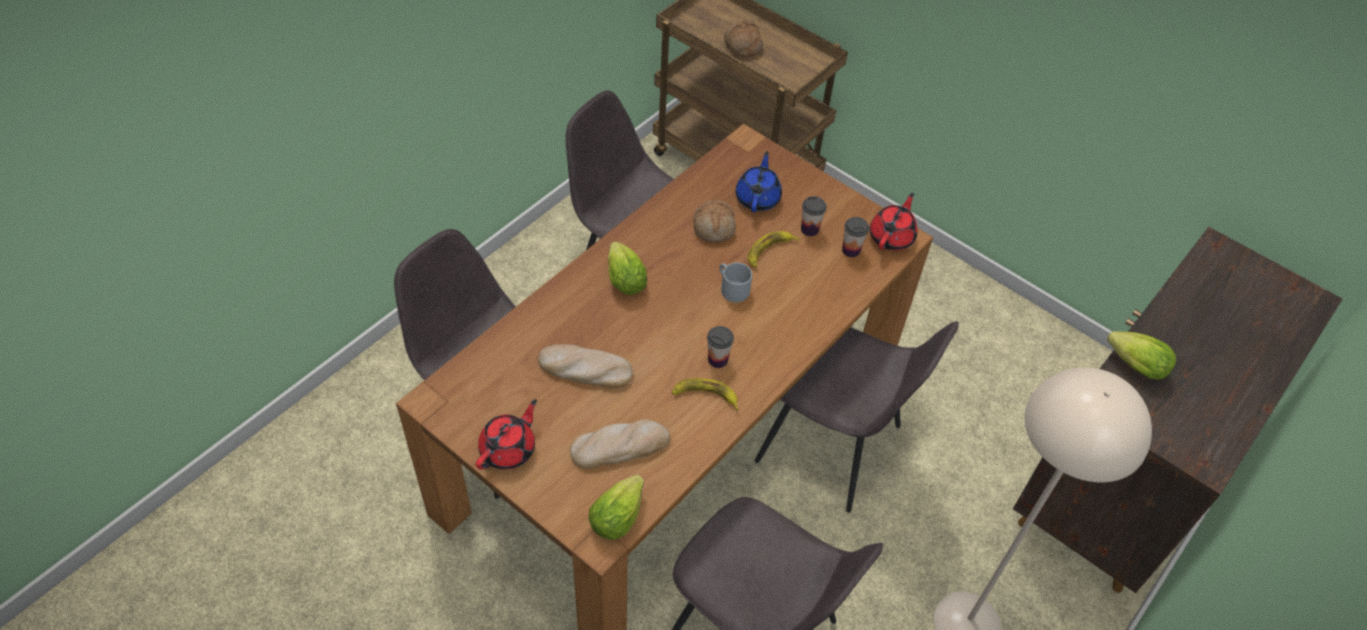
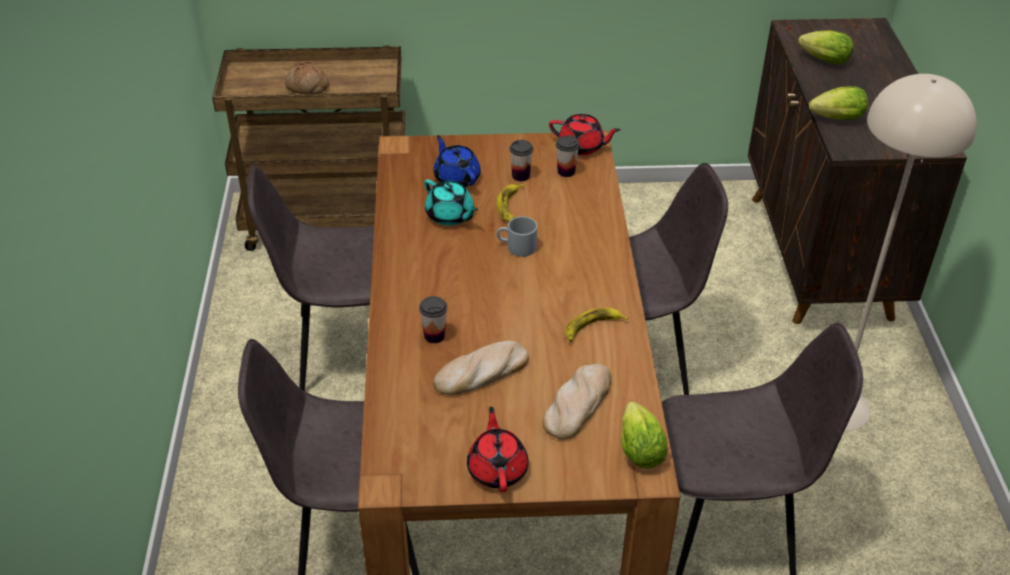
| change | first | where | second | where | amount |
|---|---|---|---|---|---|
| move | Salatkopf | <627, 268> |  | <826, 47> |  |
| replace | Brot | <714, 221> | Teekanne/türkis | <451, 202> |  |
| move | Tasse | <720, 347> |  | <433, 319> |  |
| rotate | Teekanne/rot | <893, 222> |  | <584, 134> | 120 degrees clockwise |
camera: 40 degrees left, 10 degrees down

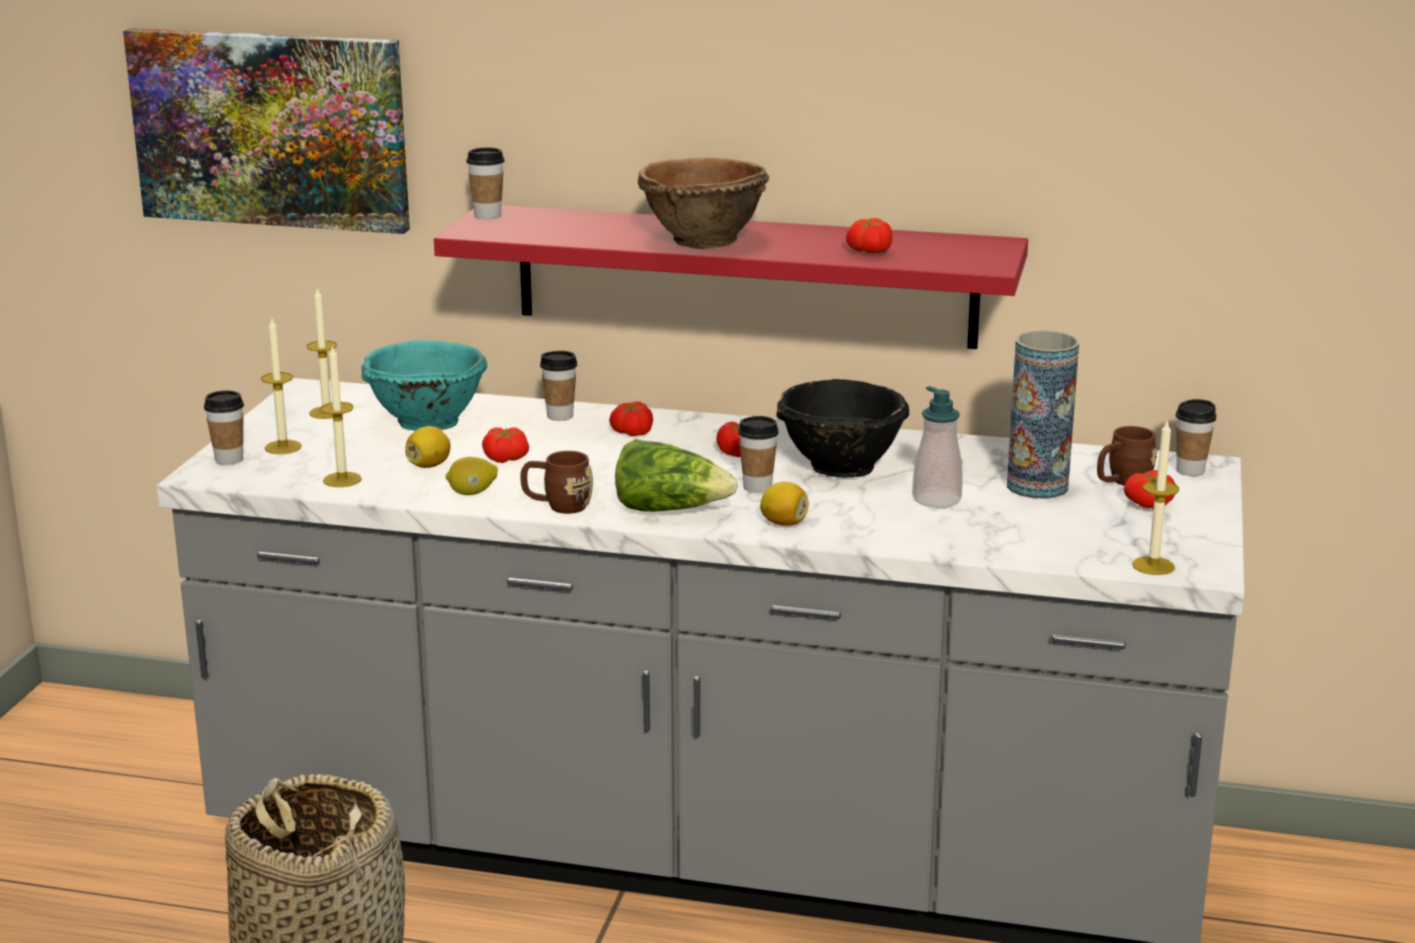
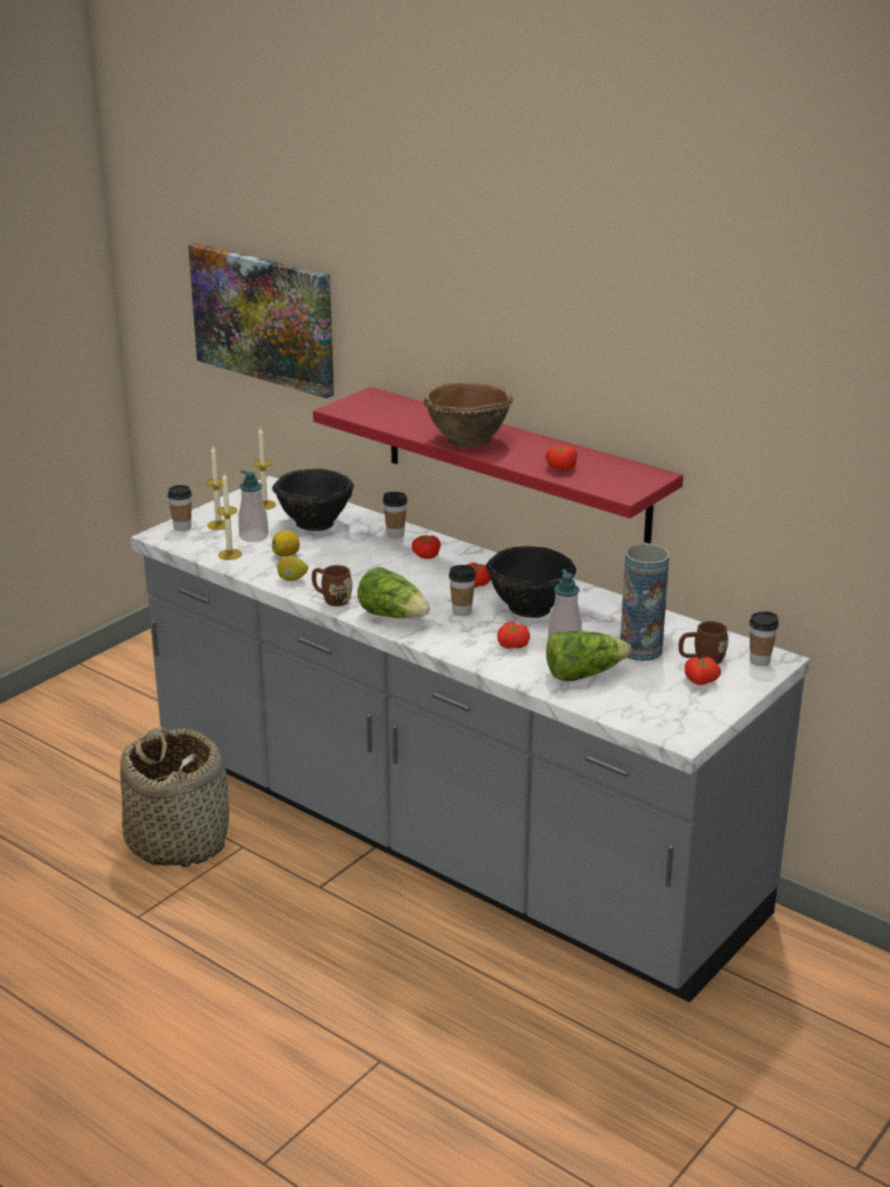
| change | first | where | second | where | amount |
|---|---|---|---|---|---|
| recolor | Schüssel/türkis | <424, 385> | Schüssel/schwarz | <313, 500> |  |
| delete | Tasse | <485, 183> |  |  |  |
| move | Tomate | <505, 445> |  | <513, 635> |  |
| delete | Zitrone | <784, 504> |  |  |  |
| delete | Kerze | <1155, 497> |  |  |  |
| insert |  |  | Seifenspender | <253, 506> |  |
| insert |  |  | Salatkopf | <588, 656> |  |
camera: 25 degrees right, 5 degrees up

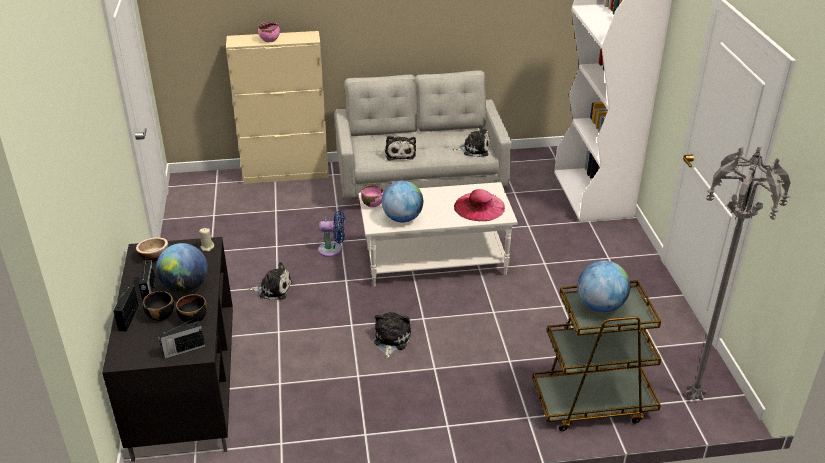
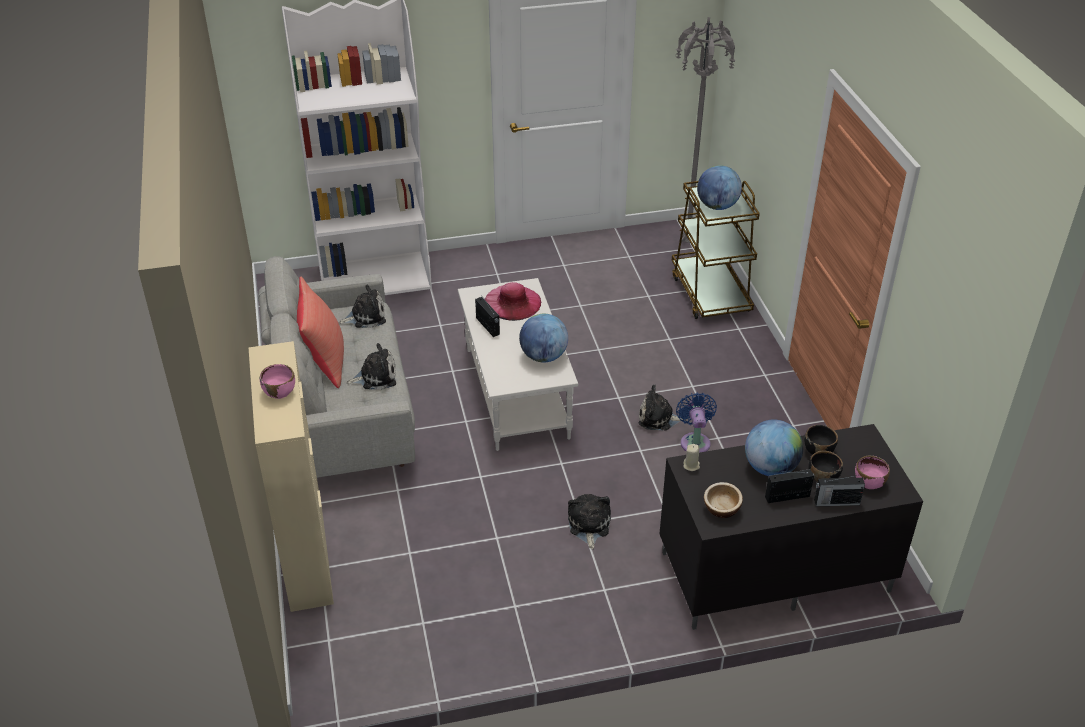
| change | first | where | second | where | amount |
|---|---|---|---|---|---|
| move | Radio | <181, 339> |  | <487, 316> |  |
| move | Ventilator/blau | <331, 234> |  | <696, 422> |  |
| move | Schüssel/rosa | <372, 196> |  | <872, 472> |  |
| rotate | Plüschtier | <471, 141> |  | <362, 306> | 75 degrees clockwise |
| insert |  |  | Kissen/rot | <320, 332> |  |
camera: 95 degrees left, 5 degrees up

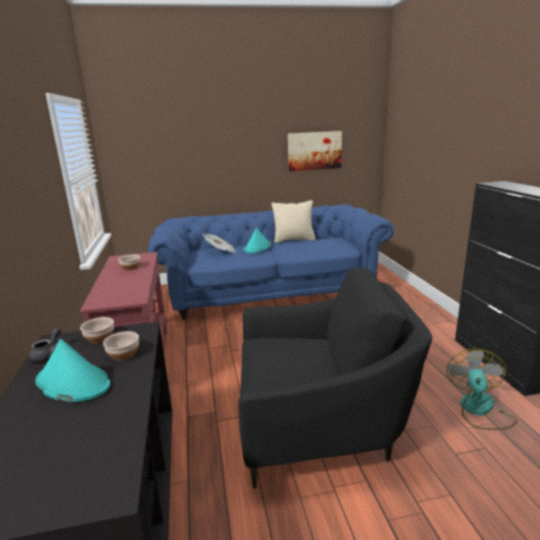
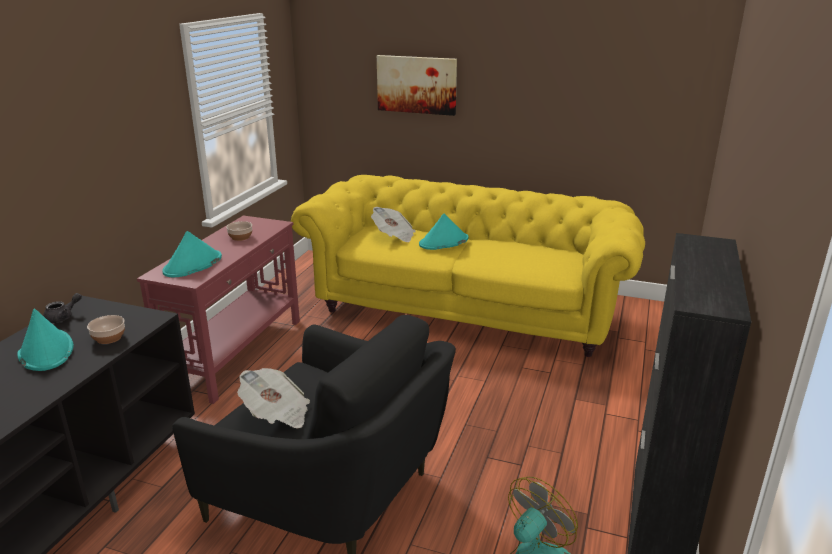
| change | first | where | second | where | amount |
|---|---|---|---|---|---|
| delete | Schüssel | <97, 330> |  |  |  |
| recolor | Sofa/blau | <271, 262> | Sofa/gelb | <468, 266> |  |
| delete | Kissen/beige | <293, 221> |  |  |  |
| move | Bild | <315, 151> |  | <417, 85> |  |
| insert |  |  | Hut/türkis | <192, 254> |  |
| insert |  |  | Zeitung | <273, 398> |  |
camera: 30 degrees right, 5 degrees up

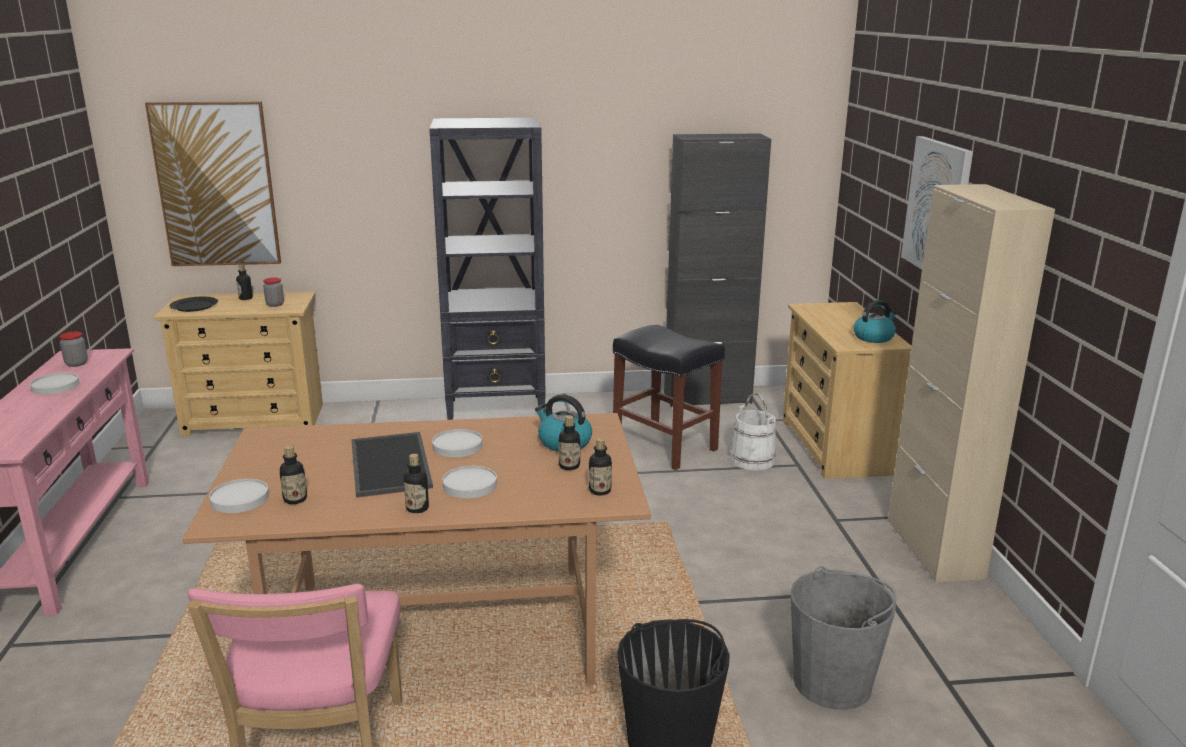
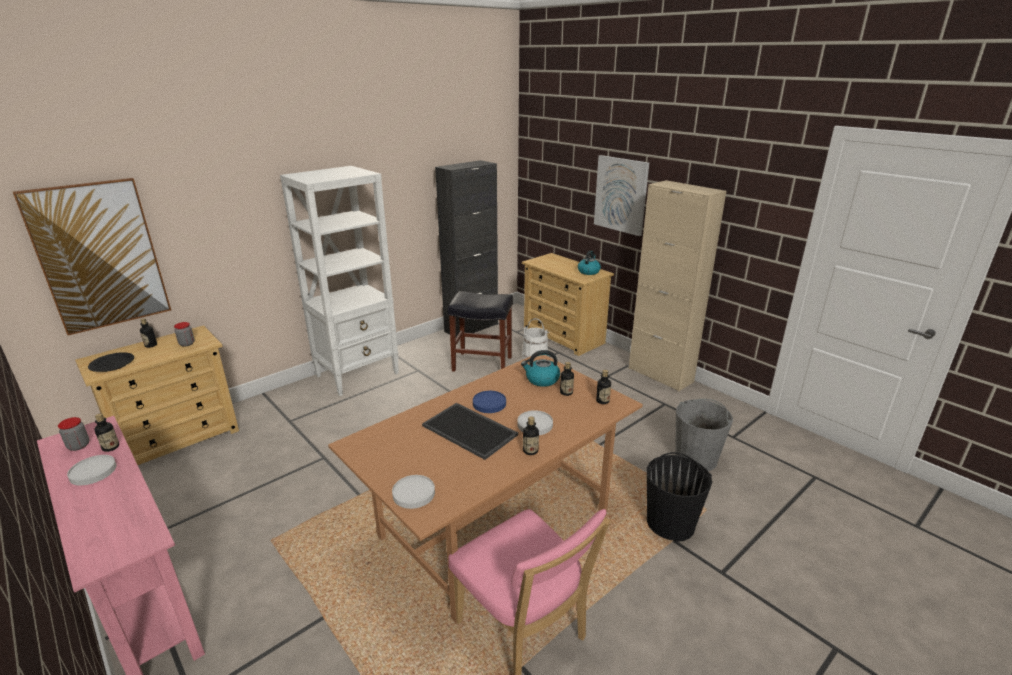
| change | first | where | second | where | amount |
|---|---|---|---|---|---|
| move | Flasche | <293, 475> |  | <106, 432> |  |
| recolor | Bücherregal/schwarz | <487, 269> | Bücherregal/weiß | <339, 281> |  |
| recolor | Teller/weiß | <457, 443> | Teller/blau | <489, 402> |  |
camera: 35 degrees left, 5 degrees up

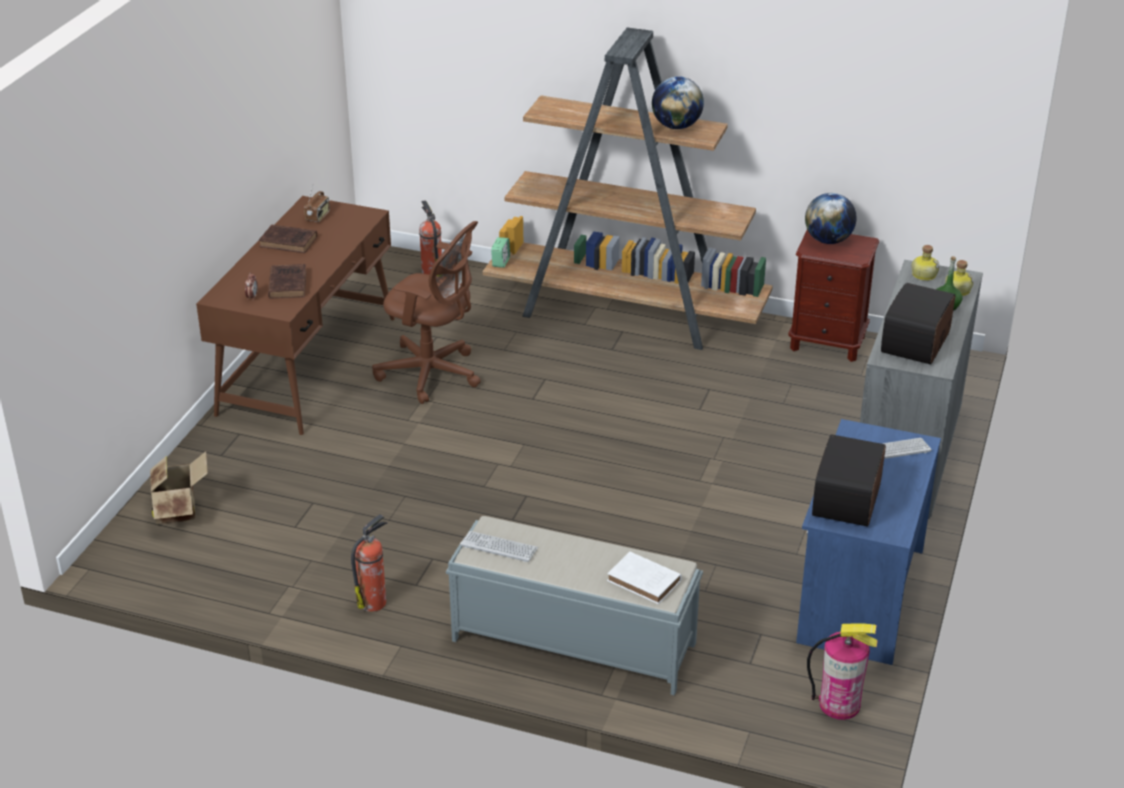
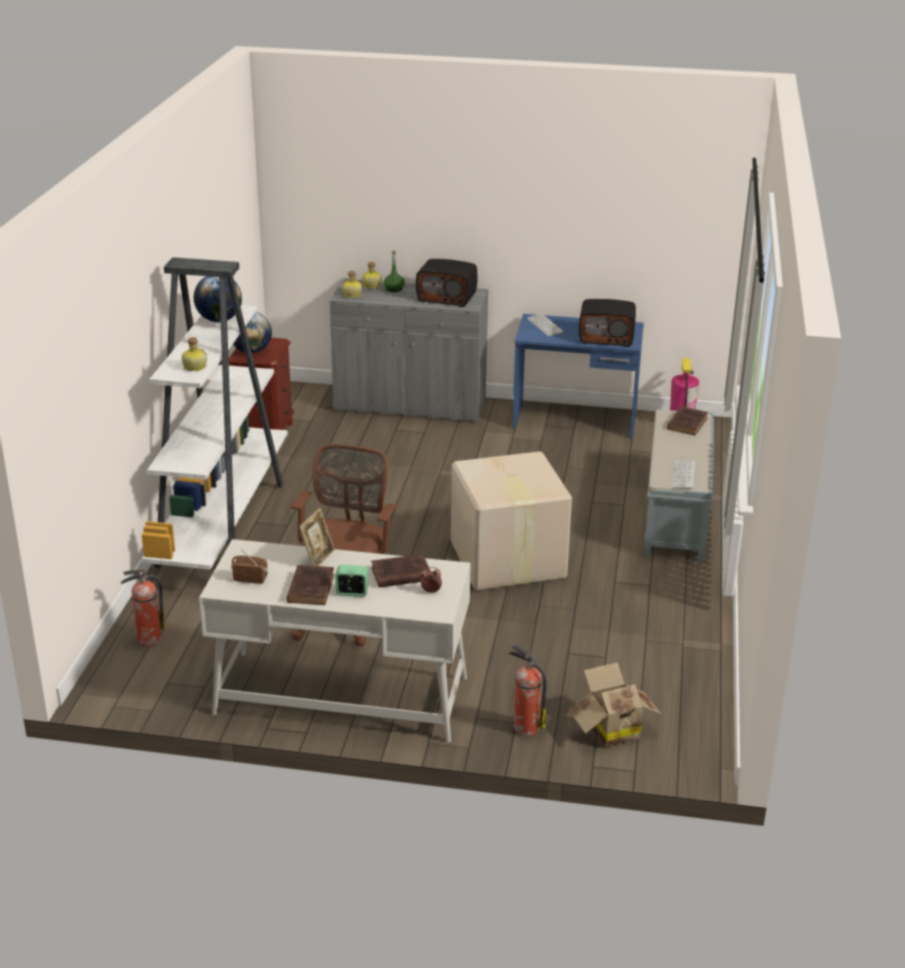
| change | first | where | second | where | amount |
|---|---|---|---|---|---|
| recolor | Schreibtisch/braun | <295, 315> | Schreibtisch/weiß | <335, 641> |  |
| move | Feuerlöscher | <369, 563> |  | <528, 690> |  |
| recolor | Bücherregal/braun | <628, 189> | Bücherregal/weiß | <215, 413> |  |
| move | Wecker | <500, 252> |  | <351, 581> |  |
| recolor | Buch/weiß | <644, 578> | Buch/braun | <687, 420> |  |
| insert |  |  | Flasche | <194, 354> |  |
| insert |  |  | Bilderrahmen | <317, 537> |  |
| insert |  |  | Karton | <511, 521> |  |
camera: 100 degrees left, 5 degrees down

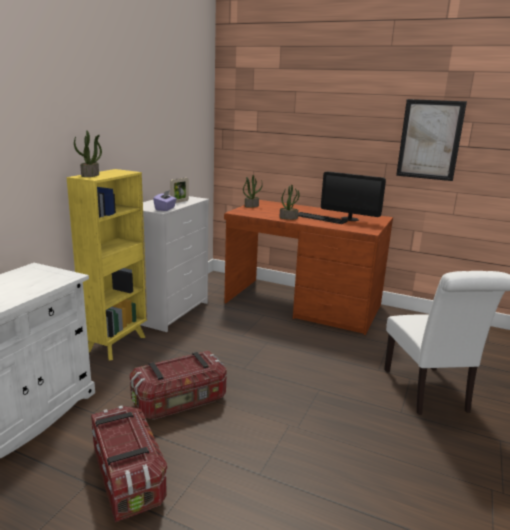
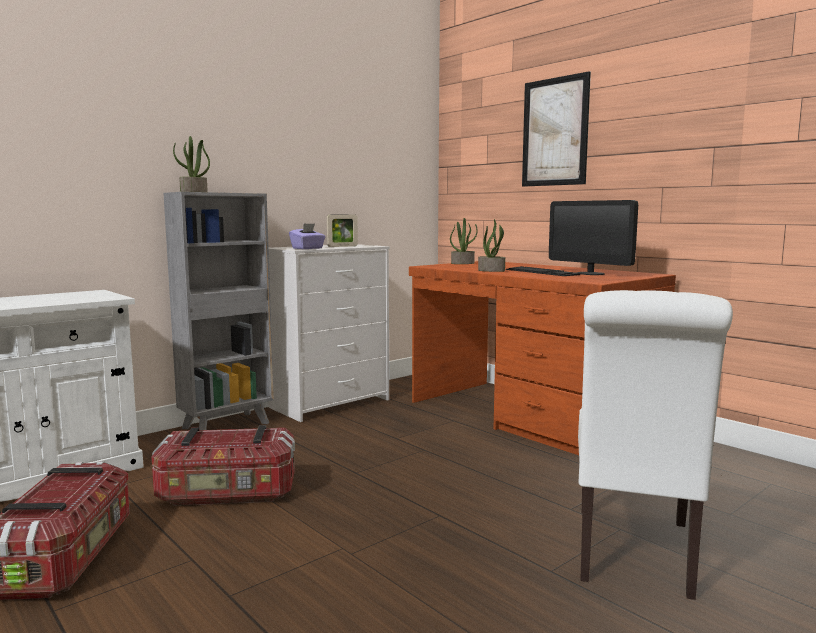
| change | first | where | second | where | amount |
|---|---|---|---|---|---|
| recolor | Bücherregal/gelb | <107, 264> | Bücherregal/grau | <219, 311> |  |
| move | Bild | <431, 140> |  | <556, 129> |  |
camera: 25 degrees right, 10 degrees down

